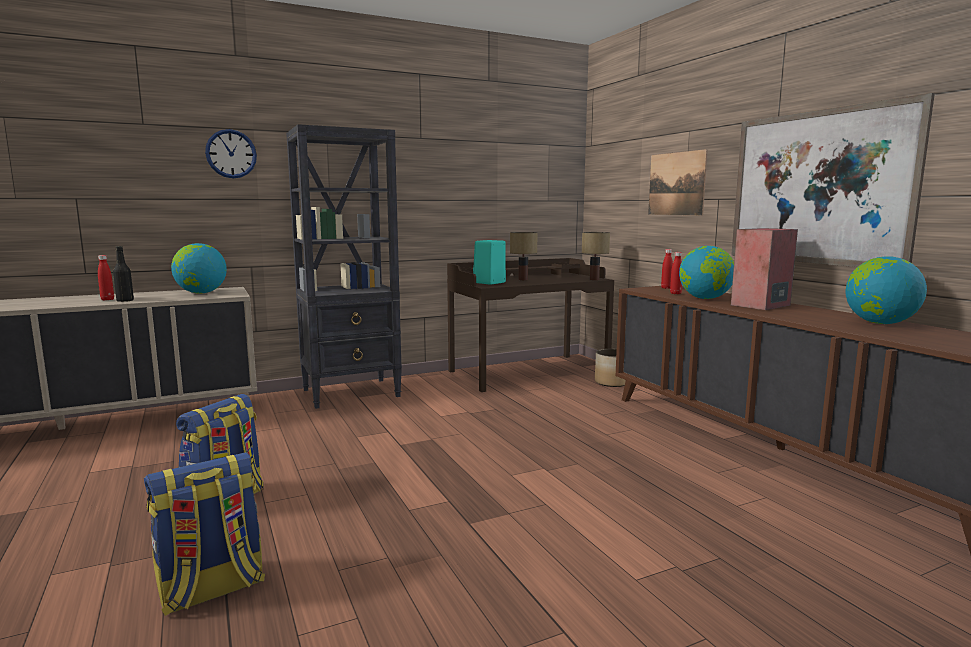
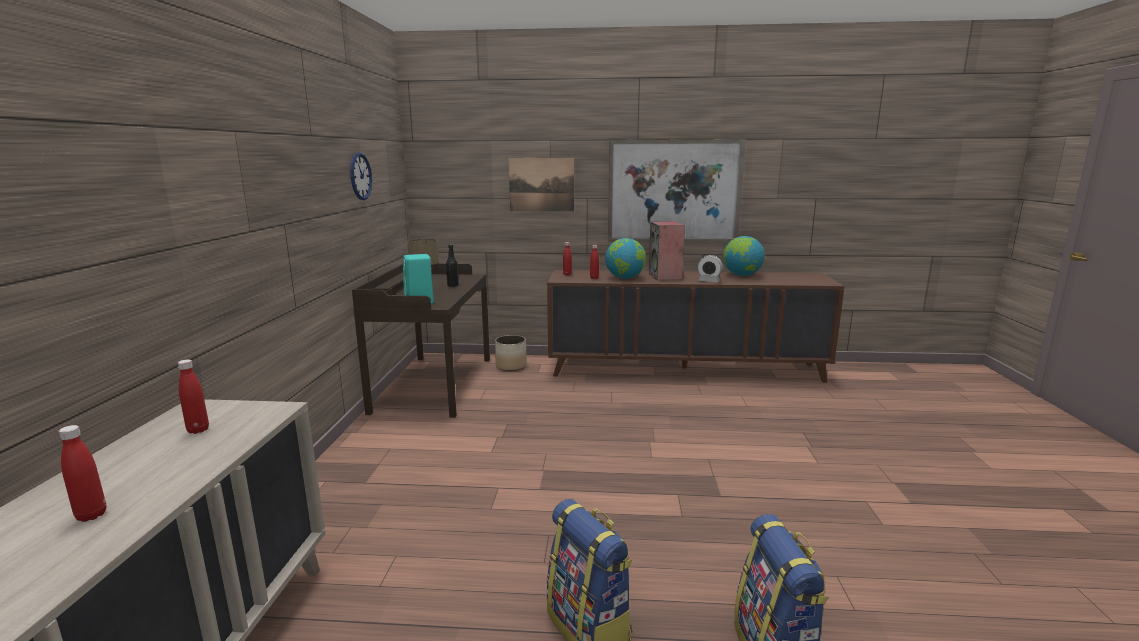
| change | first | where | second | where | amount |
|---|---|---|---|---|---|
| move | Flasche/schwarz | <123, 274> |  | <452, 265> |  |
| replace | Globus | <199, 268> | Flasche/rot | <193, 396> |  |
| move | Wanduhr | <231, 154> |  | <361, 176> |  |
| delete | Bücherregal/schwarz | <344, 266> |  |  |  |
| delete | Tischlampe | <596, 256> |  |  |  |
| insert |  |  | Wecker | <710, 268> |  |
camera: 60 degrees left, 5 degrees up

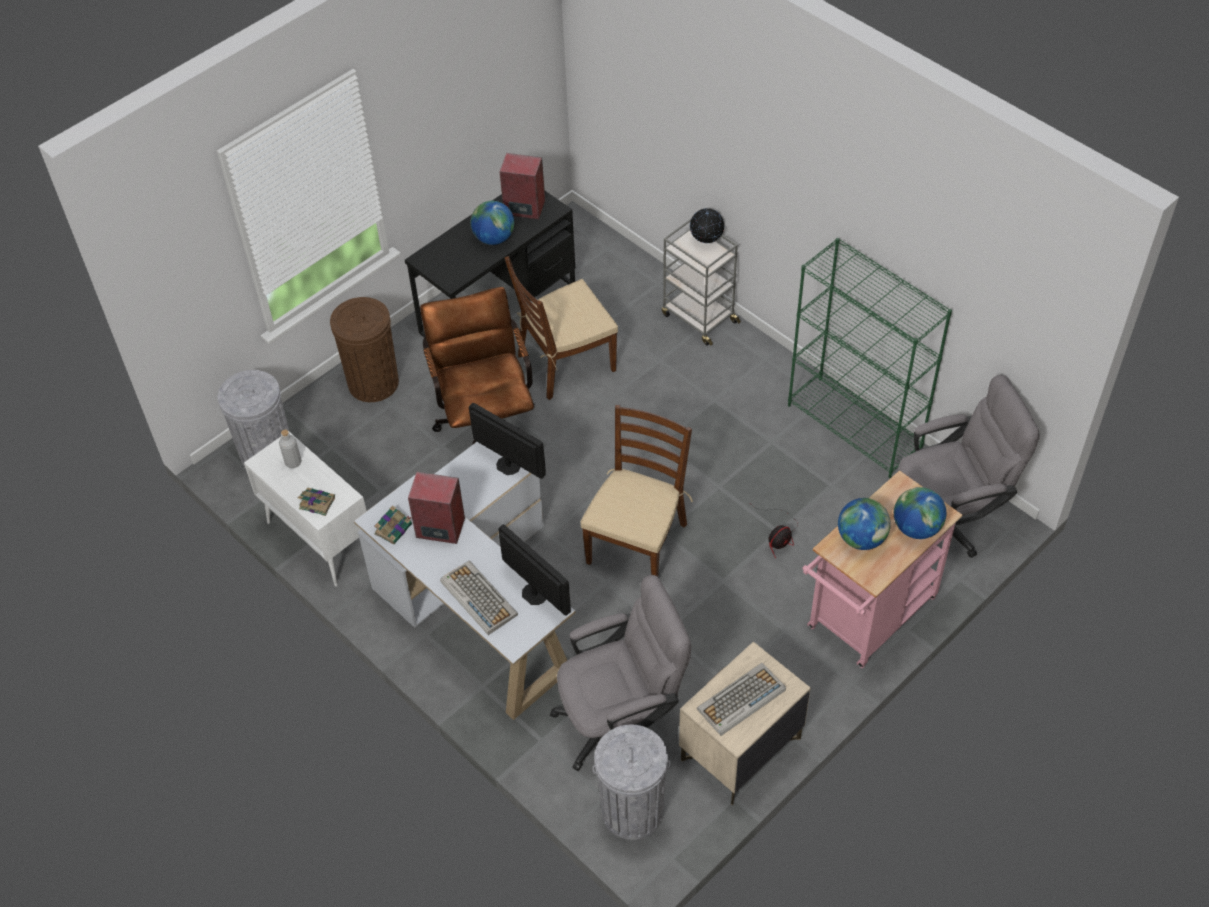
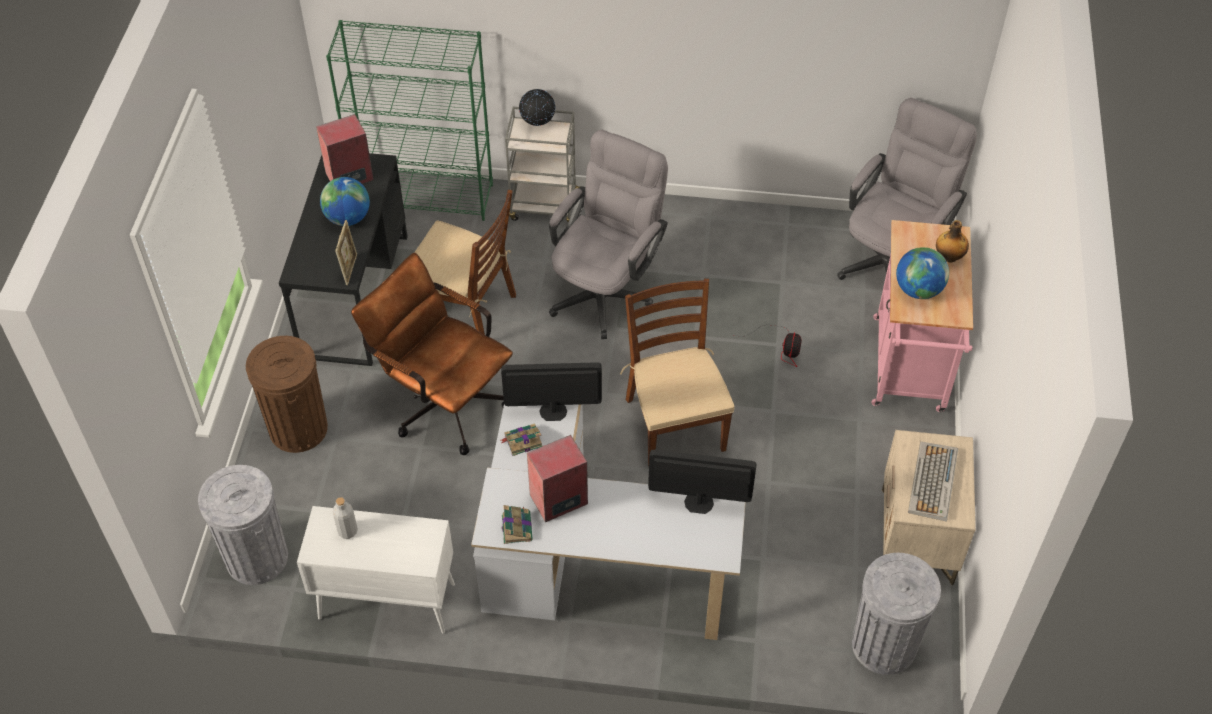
| change | first | where | second | where | amount |
|---|---|---|---|---|---|
| move | Buch | <316, 502> |  | <521, 440> |  |
| delete | Tastatur | <479, 598> |  |  |  |
| rotate | Stuhl/braun | <561, 328> |  | <465, 262> | 90 degrees counterclockwise |
| move | Bürostuhl/grau | <620, 673> |  | <608, 234> |  |
| move | Bücherregal/grün | <870, 358> |  | <409, 120> |  |
| replace | Globus | <920, 513> | Flasche | <952, 241> |  |
| insert |  |  | Bilderrahmen | <346, 252> |  |
camera: 40 degrees left, 0 degrees up

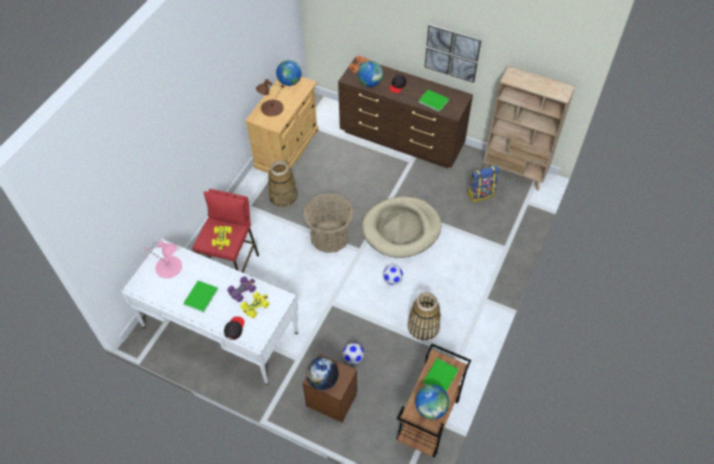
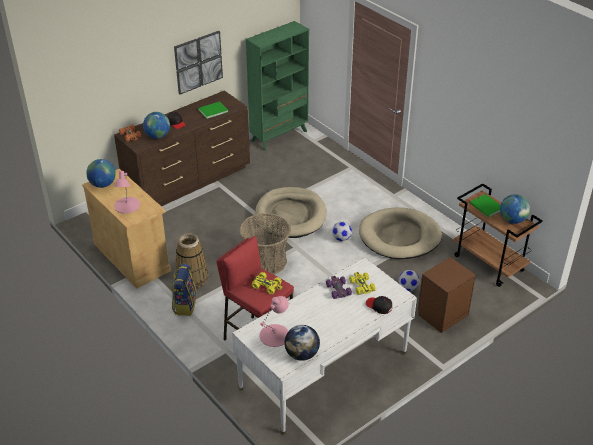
| change | first | where | second | where | amount |
|---|---|---|---|---|---|
| delete | Buch/grün | <200, 296> |  |  |  |
| recolor | Tischlampe/braun | <270, 97> | Tischlampe/rosa | <127, 192> |  |
| move | Globus | <322, 373> |  | <302, 343> |  |
| replace | Korb | <424, 316> | Hundebett/beige | <400, 233> |  |
| move | Rucksack | <483, 183> |  | <184, 290> |  |
| recolor | Bücherregal/beige | <529, 128> | Bücherregal/grün | <277, 86> |  |
camera: 65 degrees left, 15 degrees down

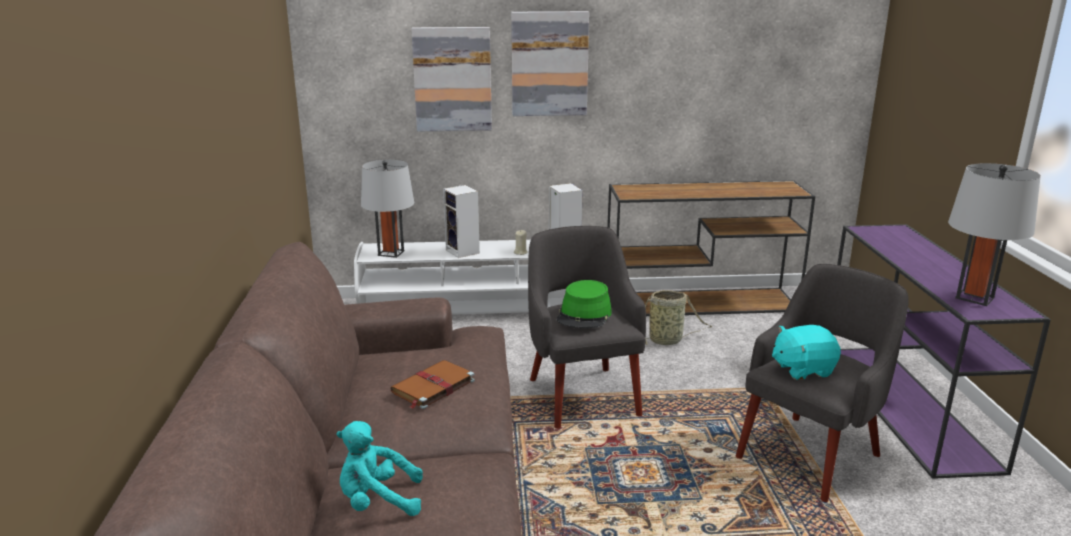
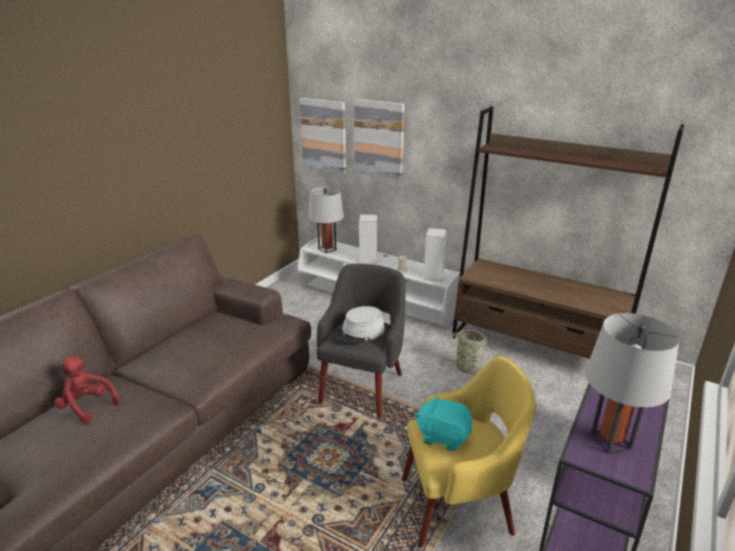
| change | first | where | second | where | amount |
|---|---|---|---|---|---|
| recolor | Plüschtier/türkis | <379, 468> | Plüschtier/rot | <87, 390> |  |
| delete | Buch/braun | <432, 384> |  |  |  |
| move | Bild | <550, 63> |  | <322, 136> |  |
| recolor | Hut/grün | <584, 304> | Hut/grau | <359, 325> |  |
| replace | Konsolentisch/braun | <711, 248> | Bücherregal/braun | <568, 232> |  |
| recolor | Sessel/grau | <822, 383> | Sessel/gelb | <469, 451> |  |
camera: 35 degrees right, 5 degrees up

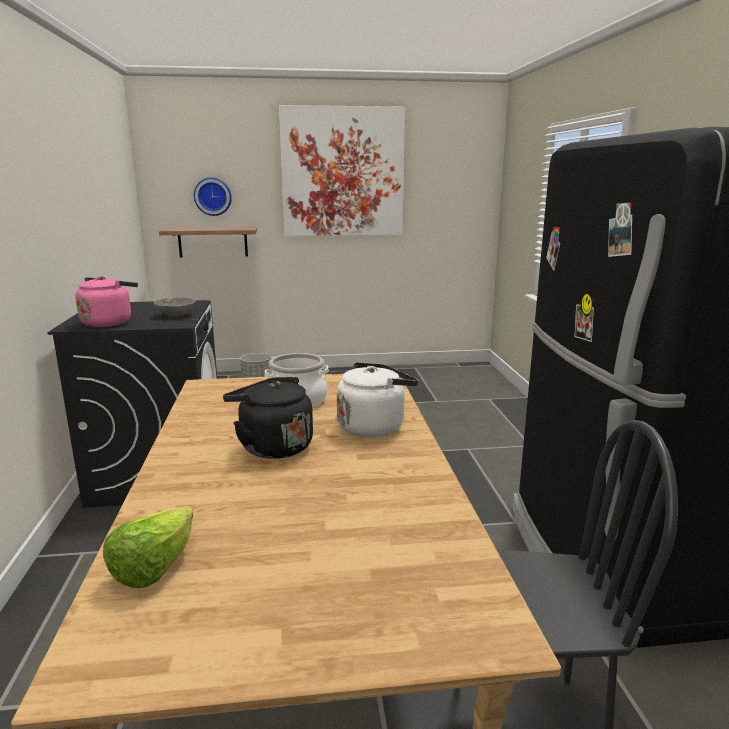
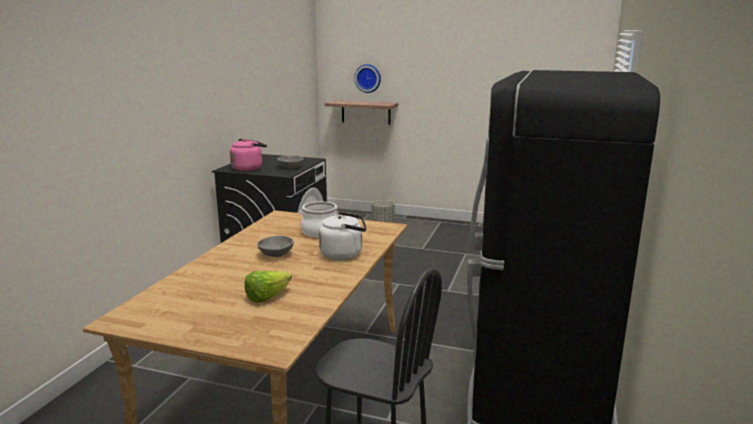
| change | first | where | second | where | amount |
|---|---|---|---|---|---|
| move | Salatkopf | <148, 547> |  | <268, 287> |  |
| replace | Wasserkessel/schwarz | <268, 418> | Schüssel/grau | <275, 246> |  |
| delete | Bild | <342, 170> |  |  |  |
camera: 25 degrees right, 0 degrees up

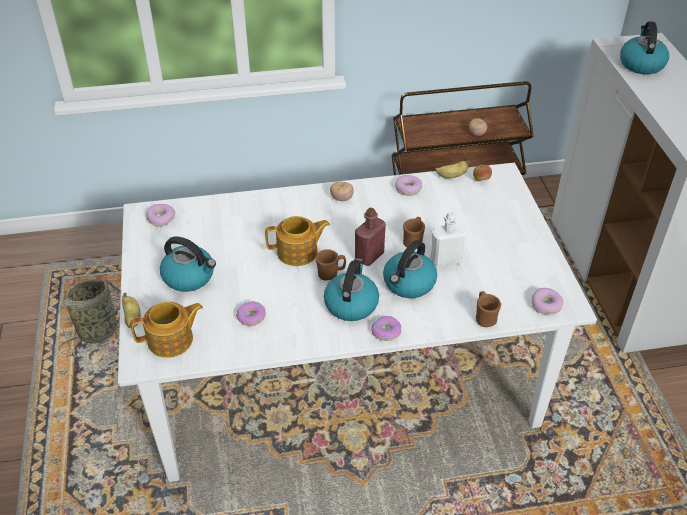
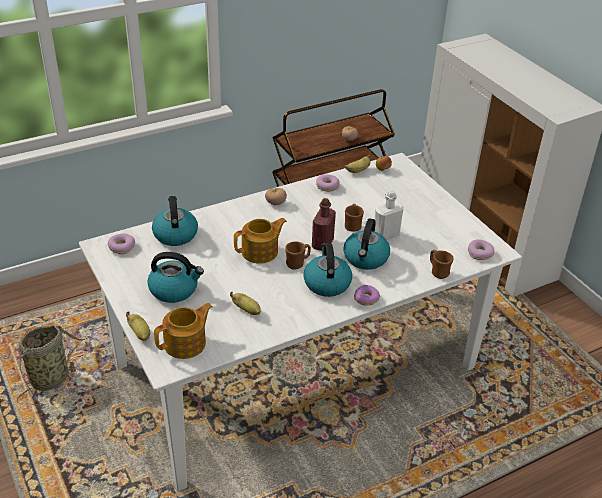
| change | first | where | second | where | amount |
|---|---|---|---|---|---|
| replace | Donut | <251, 313> | Banane | <245, 303> |  |
| move | Wasserkessel | <644, 47> |  | <175, 221> |  |
camera: 20 degrees left, 5 degrees down

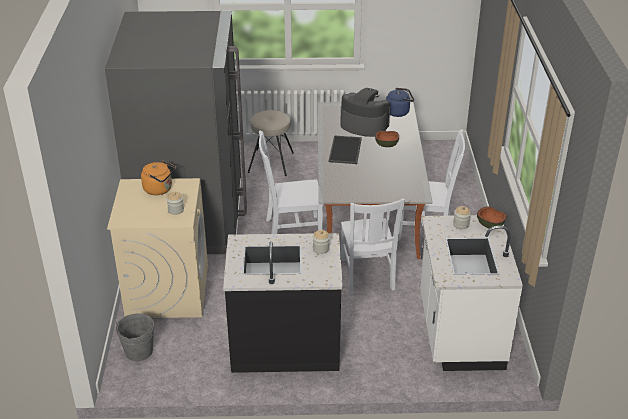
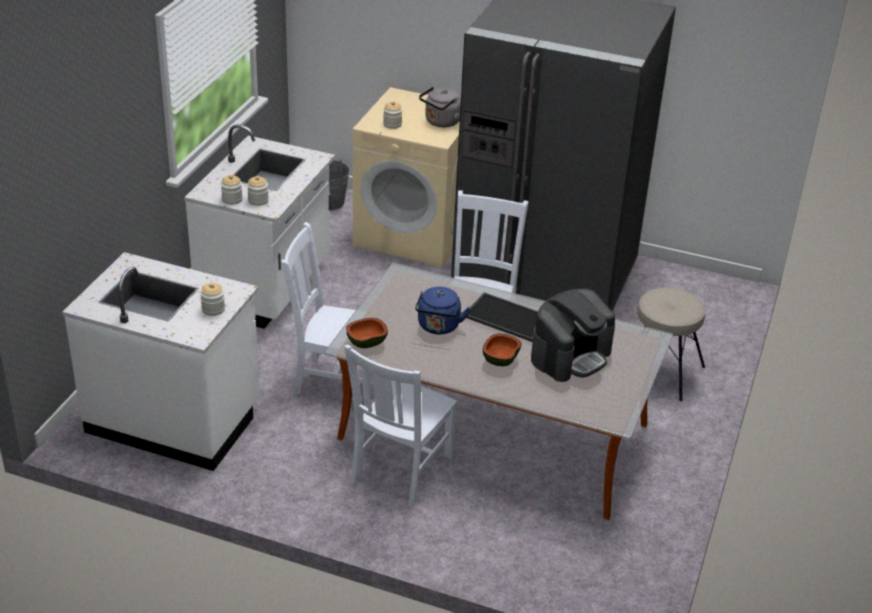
| change | first | where | second | where | amount |
|---|---|---|---|---|---|
| recolor | Wasserkessel/orange | <158, 177> | Wasserkessel/grau | <440, 107> |  |
| recolor | Küchenzeile/schwarz | <283, 303> | Küchenzeile/weiß | <259, 226> |  |
| move | Wasserkessel/blau | <400, 102> |  | <442, 310> |  |
| move | Schüssel | <492, 217> |  | <367, 333> |  |
| insert |  |  | Vorratsglas | <232, 190> |  |
camera: 110 degrees right, 0 degrees up

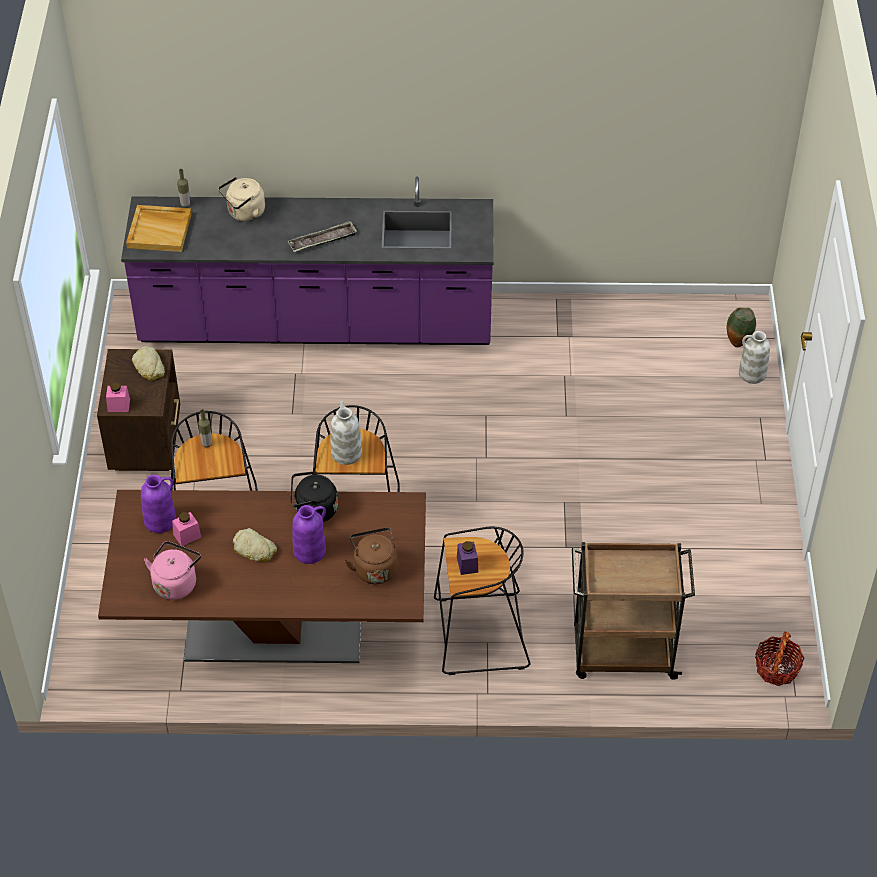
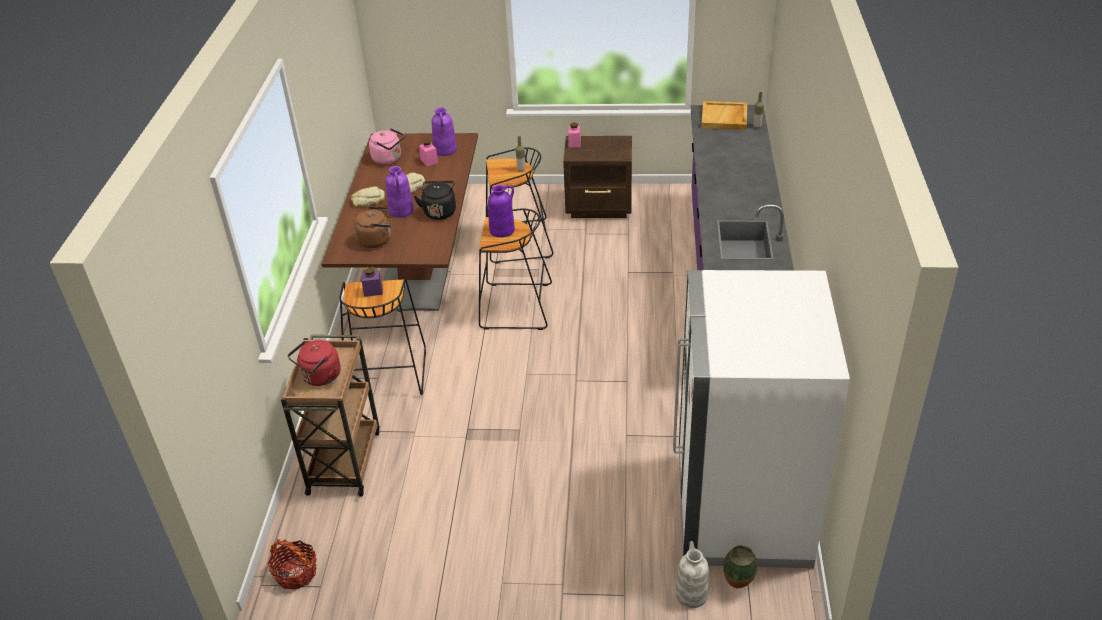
| change | first | where | second | where | amount |
|---|---|---|---|---|---|
| move | Brot | <148, 363> |  | <368, 196> |  |
| delete | Wasserkessel/beige | <241, 199> |  |  |  |
| delete | Tablett | <322, 236> |  |  |  |
| recolor | Vase/weiß | <346, 432> | Vase/lila | <501, 211> |  |
| insert |  |  | Wasserkessel/rot | <314, 363> |  |
| insert |  |  | Kühlschrank/weiß | <761, 419> |  |
camera: 95 degrees right, 10 degrees down

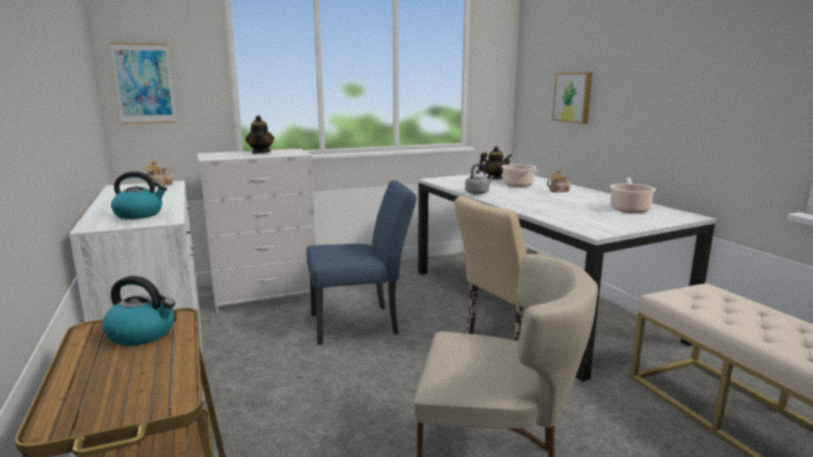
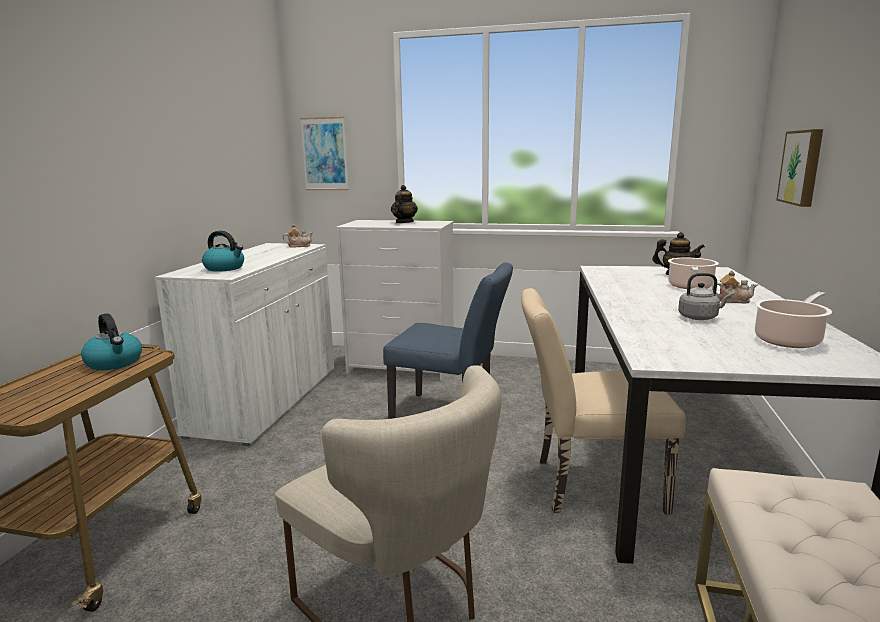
| change | first | where | second | where | amount |
|---|---|---|---|---|---|
| move | Wasserkessel/grau | <479, 179> |  | <705, 296> |  |
camera: 35 degrees right, 0 degrees up

